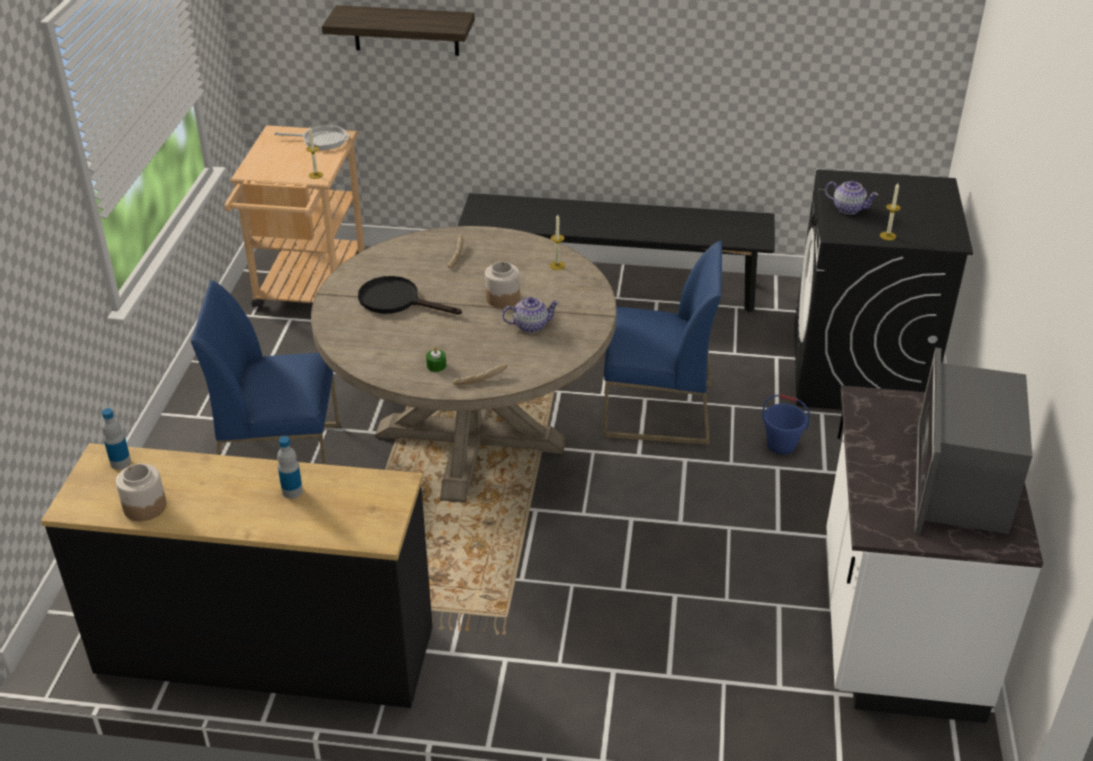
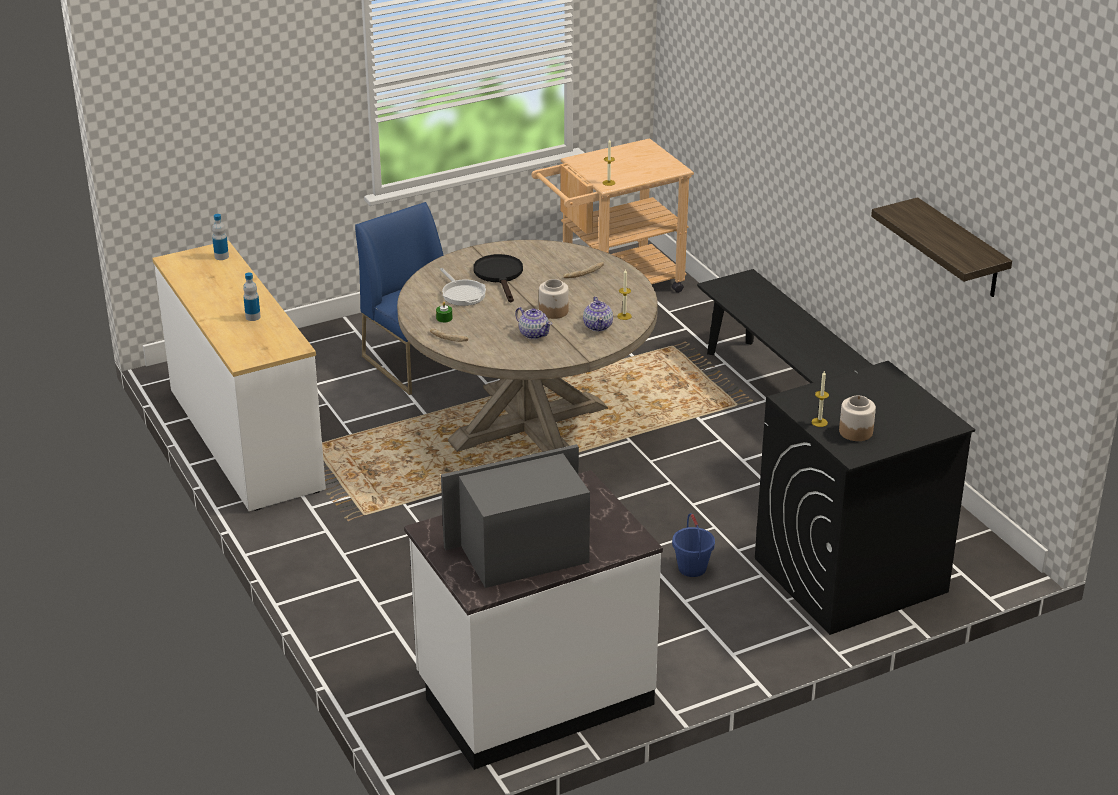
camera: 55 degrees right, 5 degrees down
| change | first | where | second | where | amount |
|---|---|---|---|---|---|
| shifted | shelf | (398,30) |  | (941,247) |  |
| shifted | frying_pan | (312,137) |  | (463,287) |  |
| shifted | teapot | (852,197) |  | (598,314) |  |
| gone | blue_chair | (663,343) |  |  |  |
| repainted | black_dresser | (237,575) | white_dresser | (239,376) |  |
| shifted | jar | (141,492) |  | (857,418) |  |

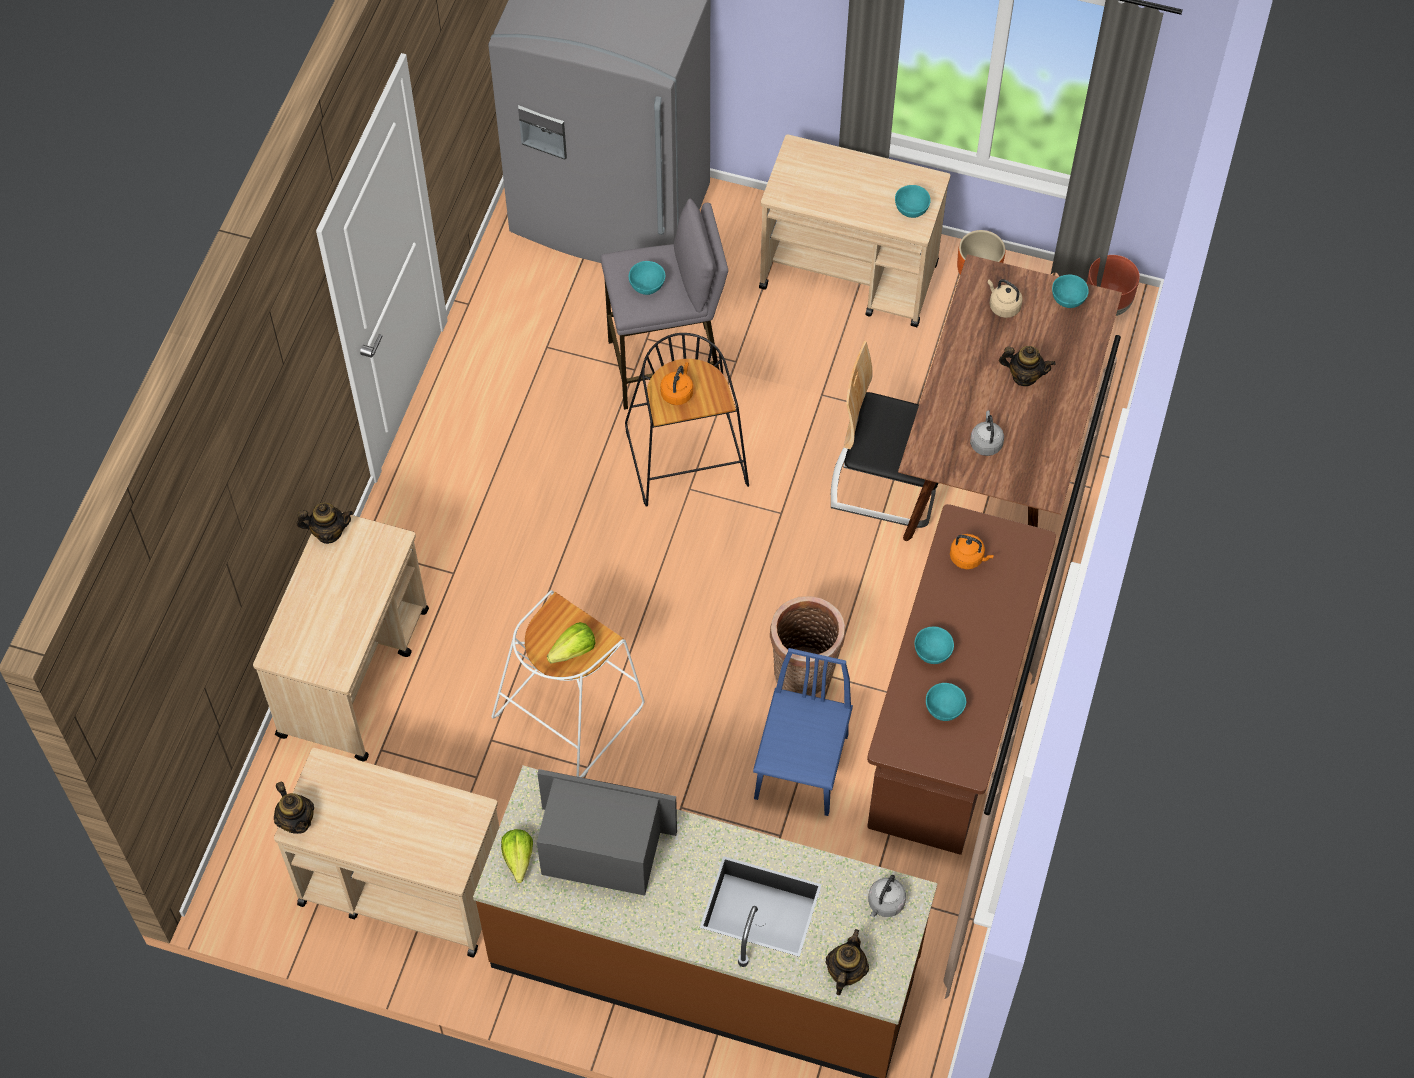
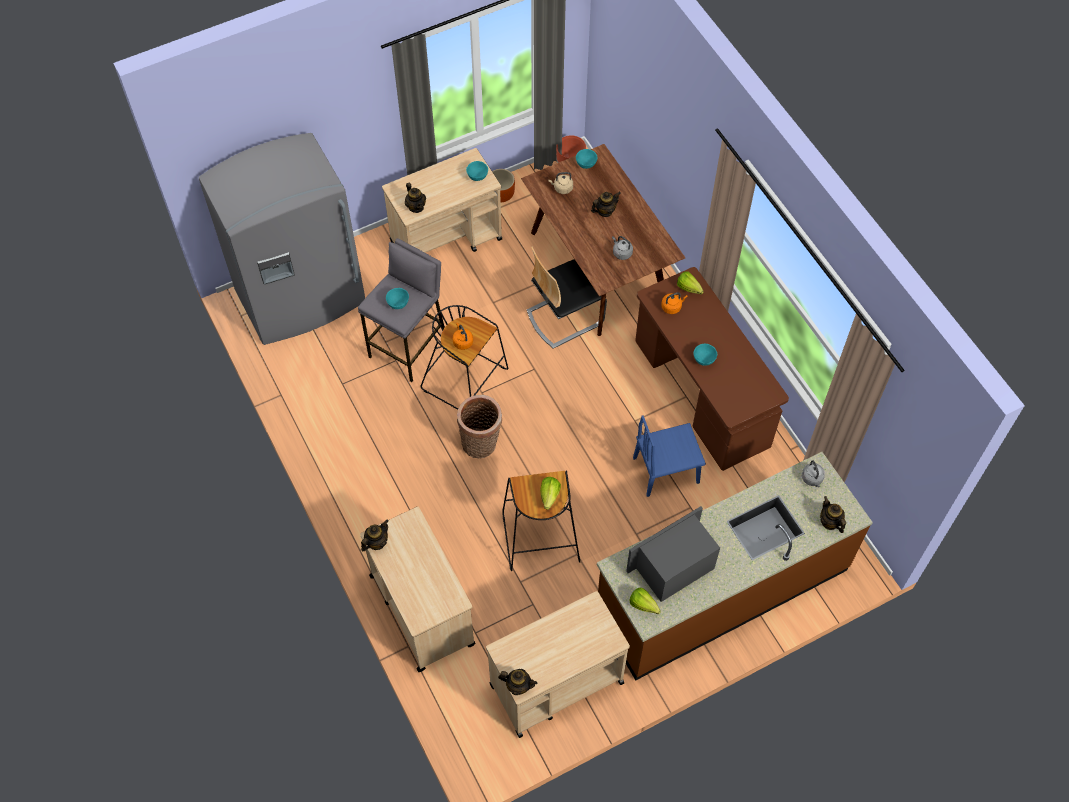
camera: 45 degrees left, 0 degrees up
| change | first | where | second | where | amount |
|---|---|---|---|---|---|
| repainted | white_stool | (567,684) | black_stool | (541,521) |  |
| shifted | basket | (807,646) |  | (479,426) |  |
| rotated | blue_chair | (803,732) |  | (669,456) | 75 degrees counterclockwise |
| gone | turquoise_bowl | (946,702) |  |  |  |
| new |  |  | teapot | (415,197) |  |
| new |  |  | lettuce | (690,283) |  |

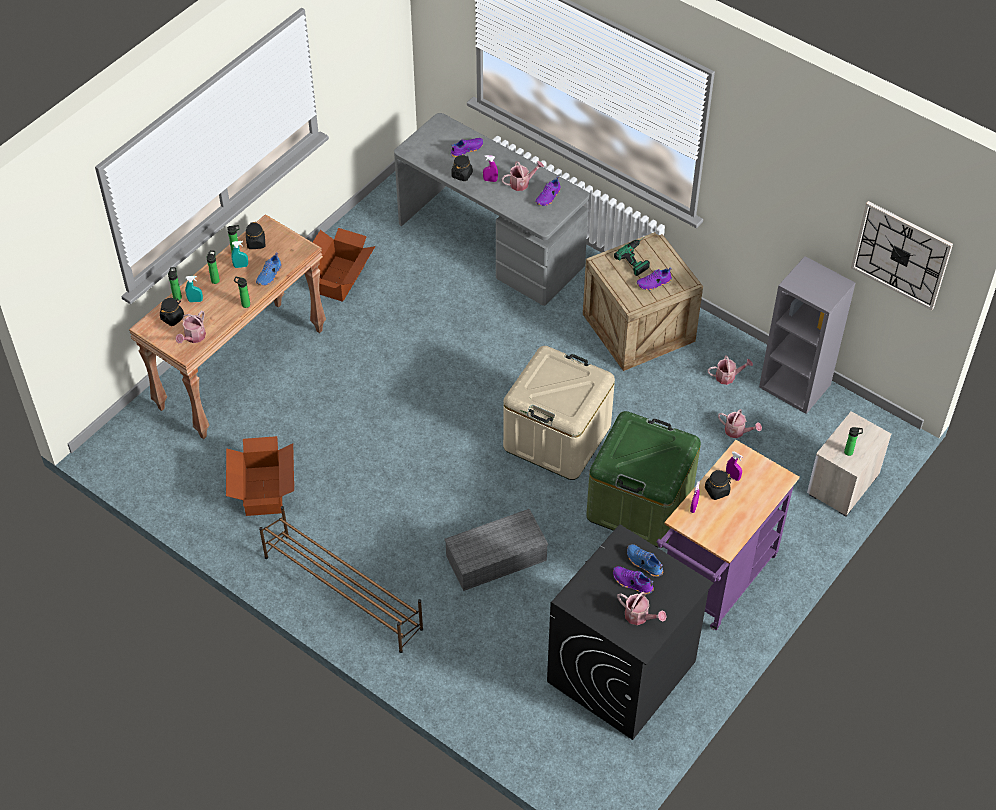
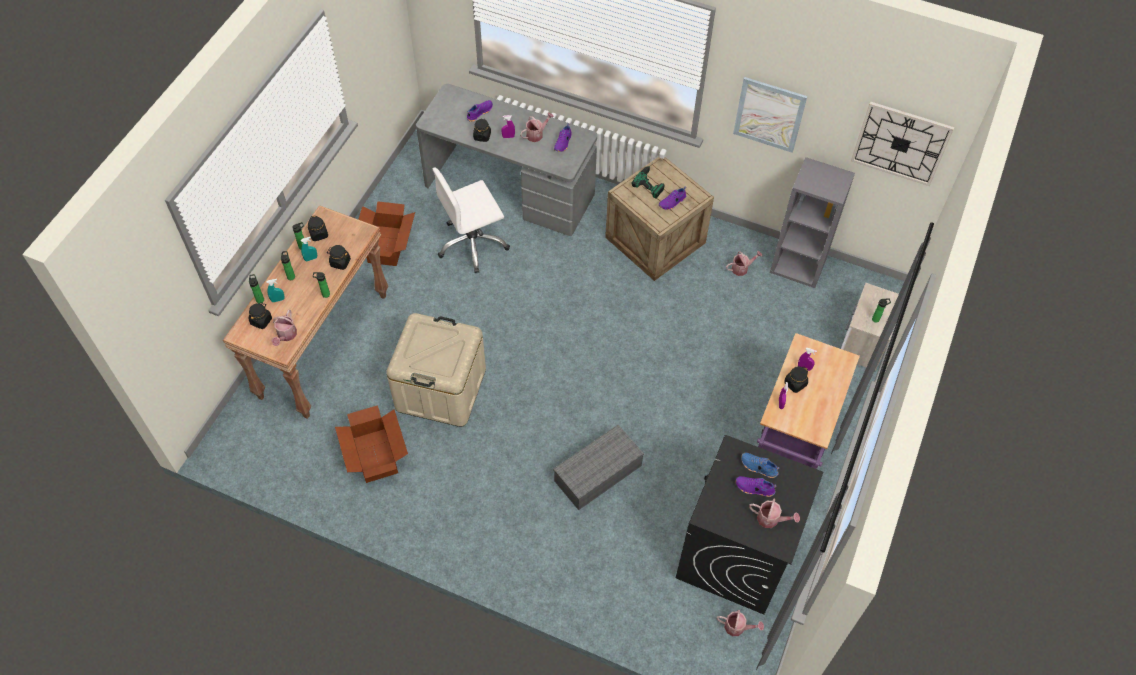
camera: 15 degrees left, 5 degrees up
| change | first | where | second | where | amount |
|---|---|---|---|---|---|
| swapped | blue_shoe | (269,269) | black_jar | (339,257) |  |
| shifted | beige_storage_box | (559,413) |  | (436,370) |  |
| shifted | watering_can | (740,423) |  | (740,623) |  |
| gone | green_storage_box | (643,479) |  |  |  |
| gone | brown_shoe_rack | (341,579) |  |  |  |
| new |  |  | picture | (770,115) |  |
| new |  |  | white_office_chair | (471,220) |  |

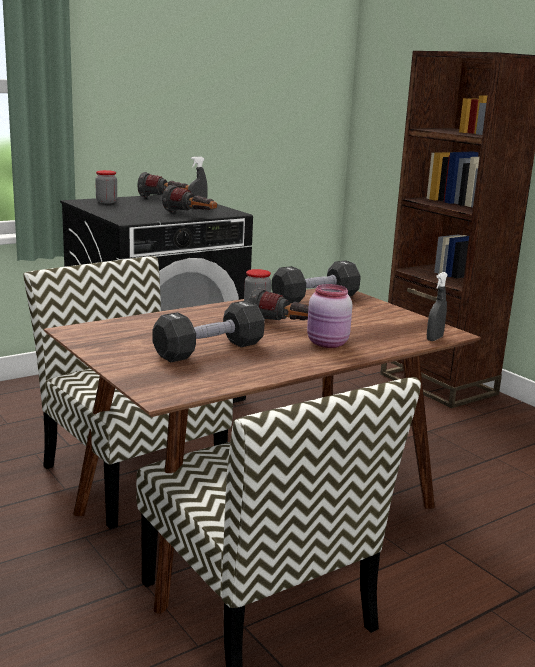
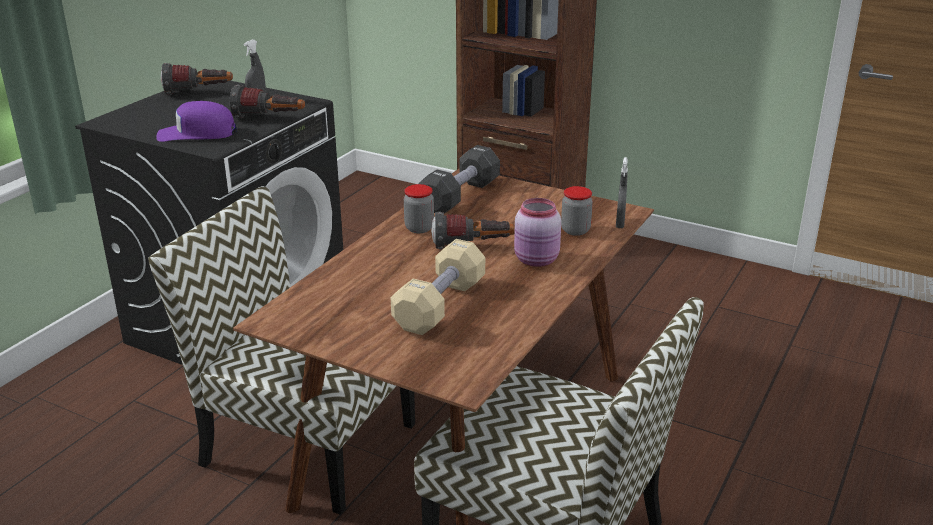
camera: 25 degrees left, 10 degrees up
| change | first | where | second | where | amount |
|---|---|---|---|---|---|
| shifted | jar | (106,186) |  | (577,211) |  |
| repainted | black_dumbbell | (208,331) | beige_dumbbell | (438,287) |  |
| new |  |  | purple_cap | (196,121) |  |

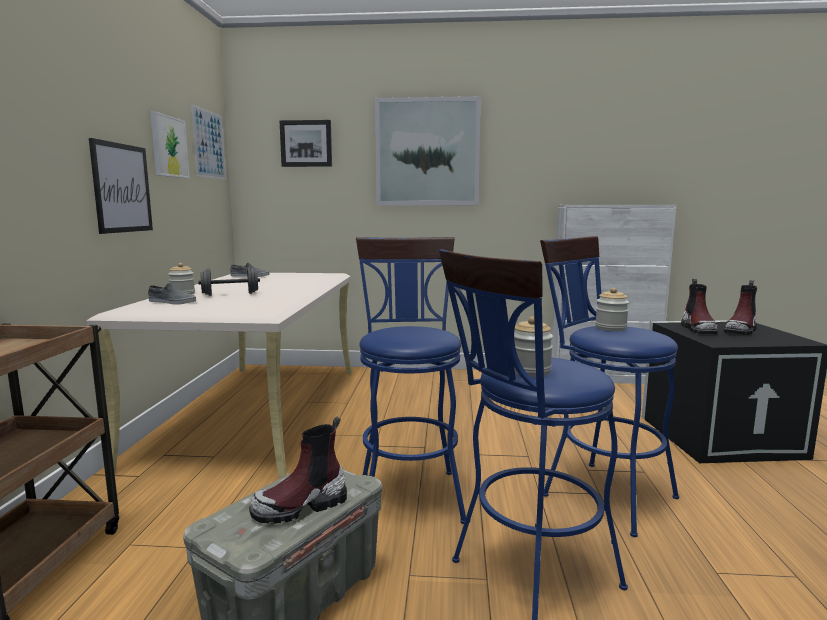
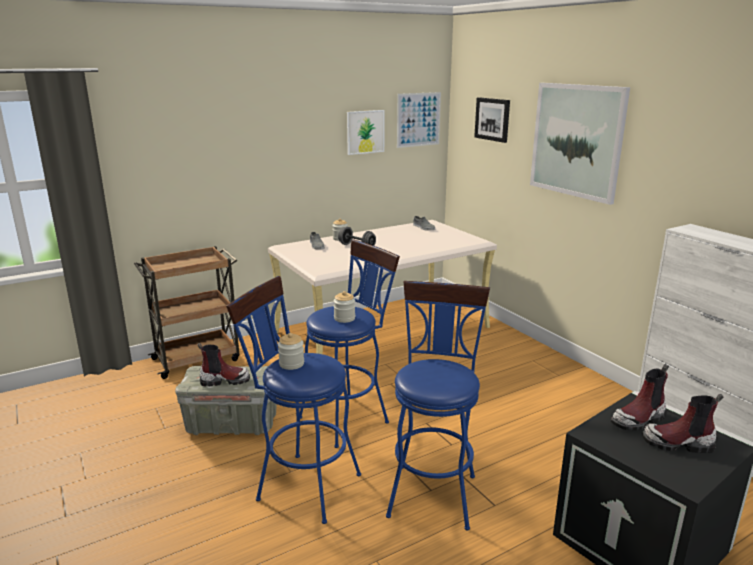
camera: 55 degrees right, 10 degrees up
| change | first | where | second | where | amount |
|---|---|---|---|---|---|
| gone | picture | (121,186) |  |  |  |
| shifted | jar | (612,309) |  | (344,307) |  |
| rotated | boot | (298,470) |  | (223,365) | 150 degrees clockwise |

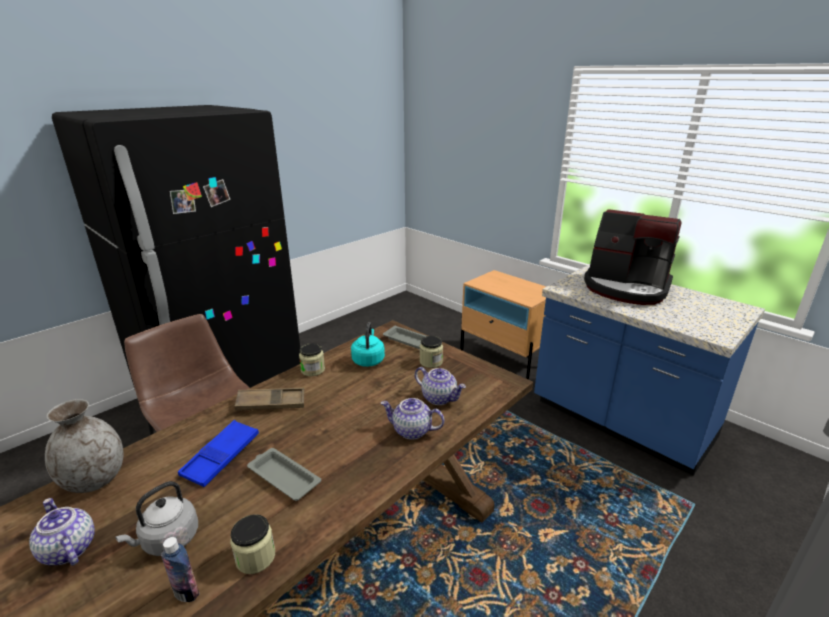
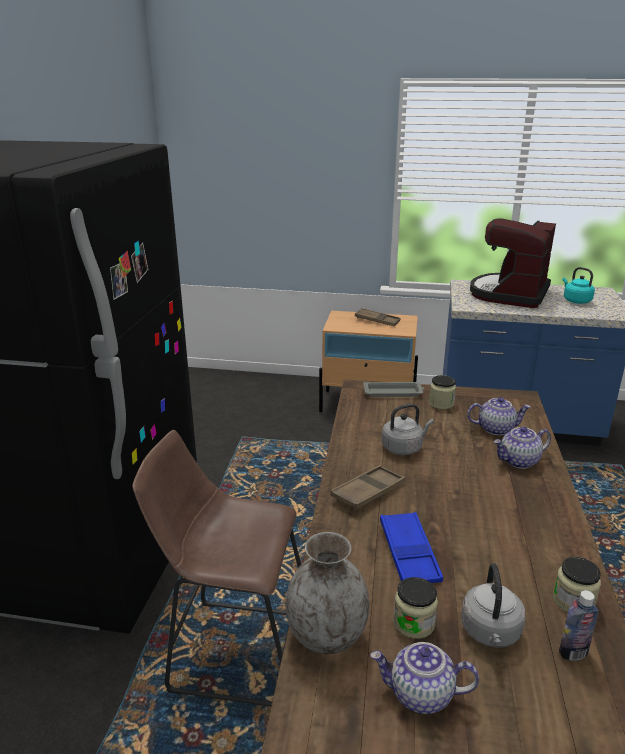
camera: 35 degrees left, 0 degrees up
| change | first | where | second | where | amount |
|---|---|---|---|---|---|
| rotated | coffee_machine | (632,257) |  | (513,263) | 120 degrees clockwise |
| shifted | turquoise_kettle | (368,344) |  | (579,285) |  |
| shifted | jar | (312,359) |  | (415,608) |  |
| gone | grey_tray | (284,474) |  |  |  |
| new |  |  | brown_tray | (377,317) |  |
| new |  |  | grey_kettle | (408,429) |  |

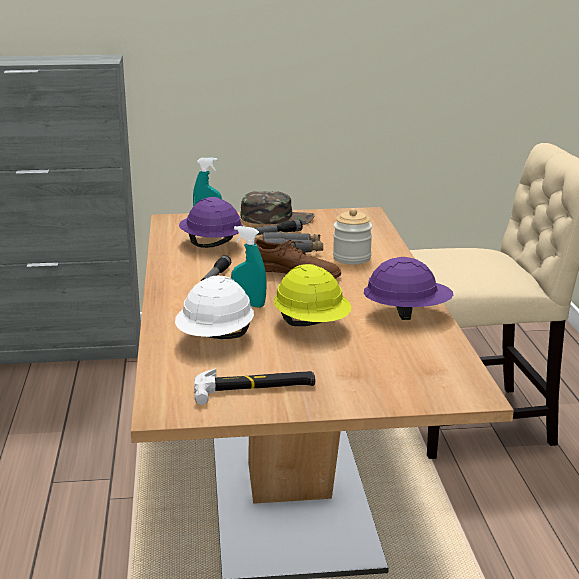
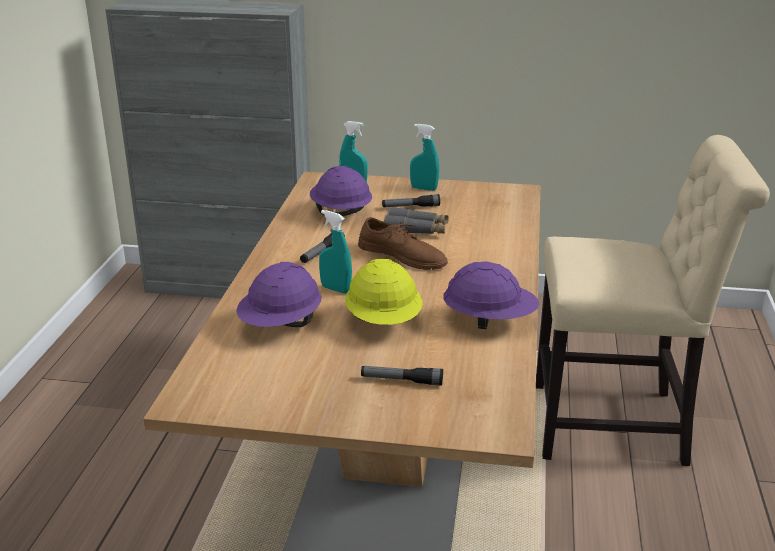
camera: 15 degrees right, 5 degrees up
| change | first | where | second | where | amount |
|---|---|---|---|---|---|
| swapped | green_cap | (277,208) | turquoise_spray_bottle | (424,157) |  |
| gone | jar | (352,236) |  |  |  |
| repainted | white_hard_hat | (214,307) | purple_hard_hat | (278,294) |  |
| gone | hammer | (254,386) |  |  |  |
| new |  |  | flashlight | (402,376) |  |

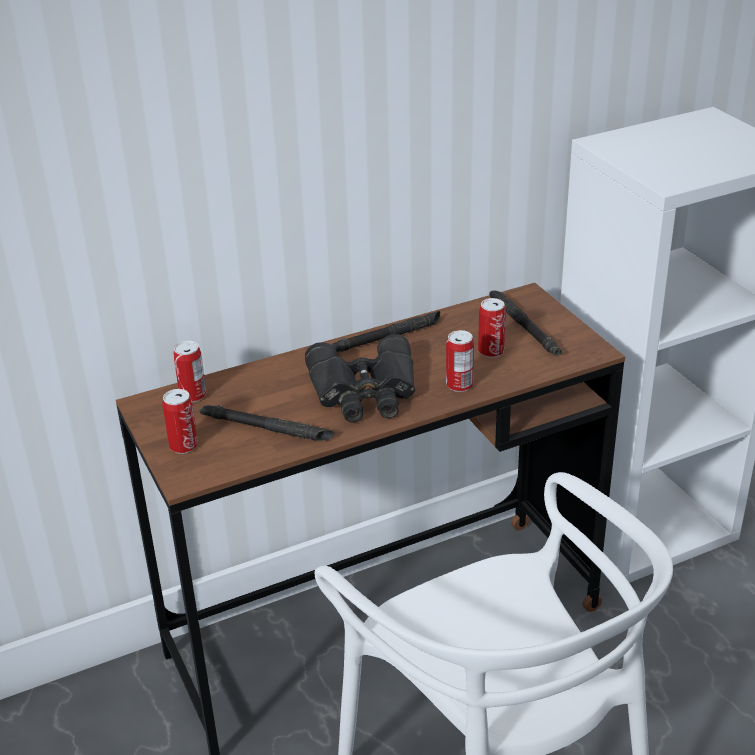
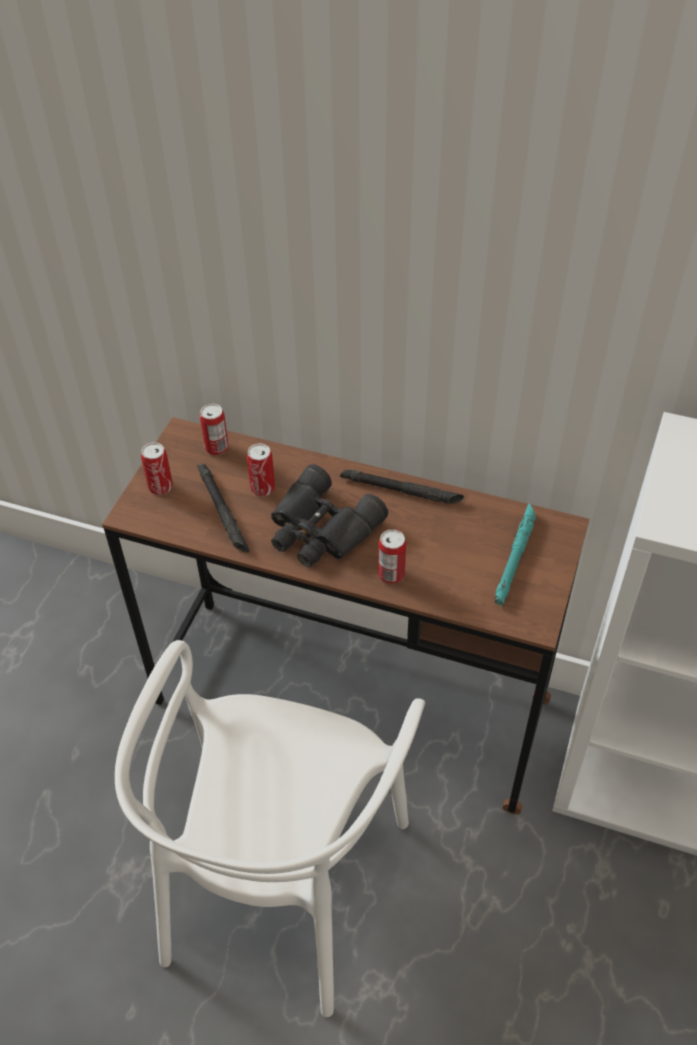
camera: 45 degrees right, 15 degrees up
| change | first | where | second | where | amount |
|---|---|---|---|---|---|
| repainted | black_flashlight | (526,323) | turquoise_flashlight | (515,555) |  |
| shifted | can | (492,328) |  | (261,469) |  |

